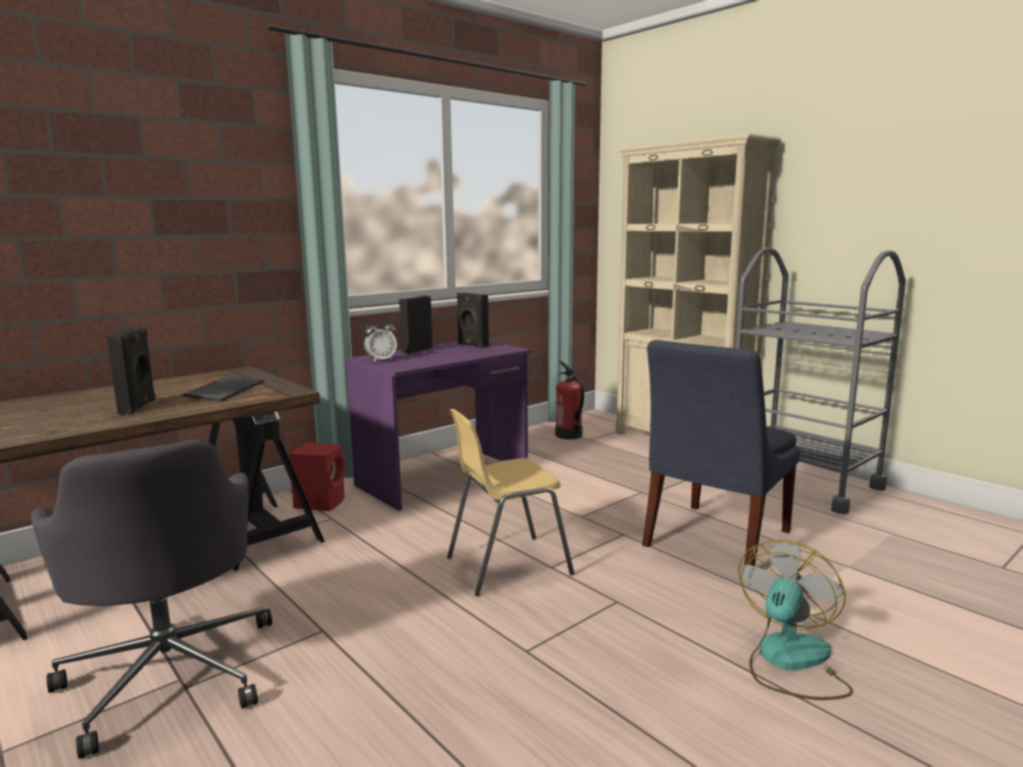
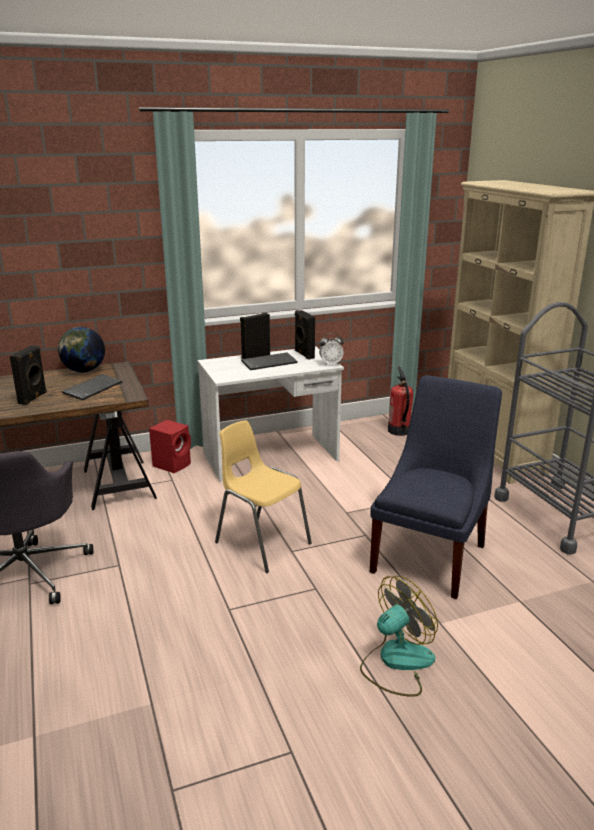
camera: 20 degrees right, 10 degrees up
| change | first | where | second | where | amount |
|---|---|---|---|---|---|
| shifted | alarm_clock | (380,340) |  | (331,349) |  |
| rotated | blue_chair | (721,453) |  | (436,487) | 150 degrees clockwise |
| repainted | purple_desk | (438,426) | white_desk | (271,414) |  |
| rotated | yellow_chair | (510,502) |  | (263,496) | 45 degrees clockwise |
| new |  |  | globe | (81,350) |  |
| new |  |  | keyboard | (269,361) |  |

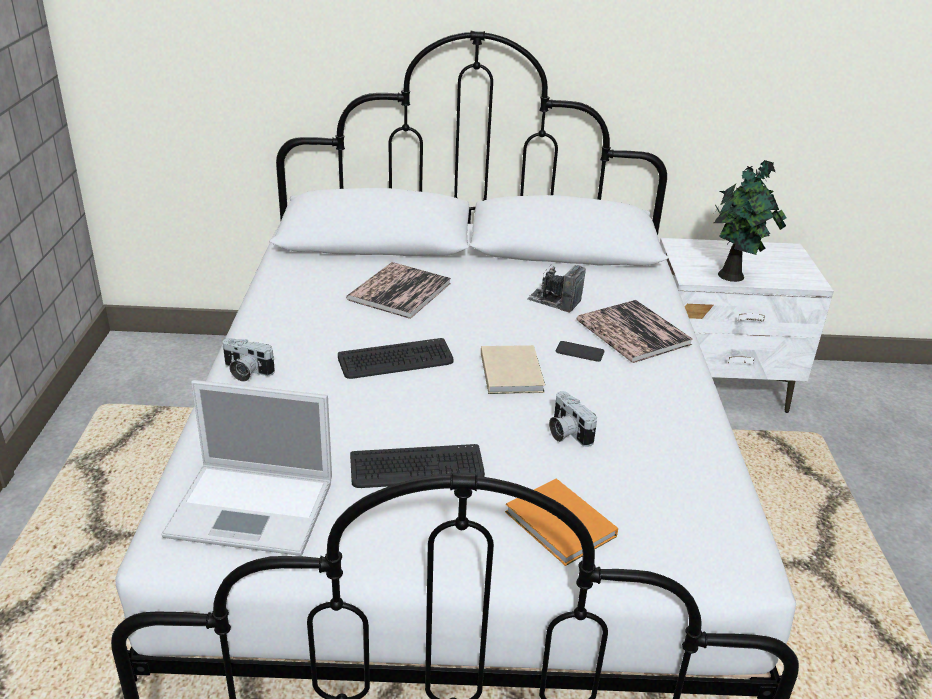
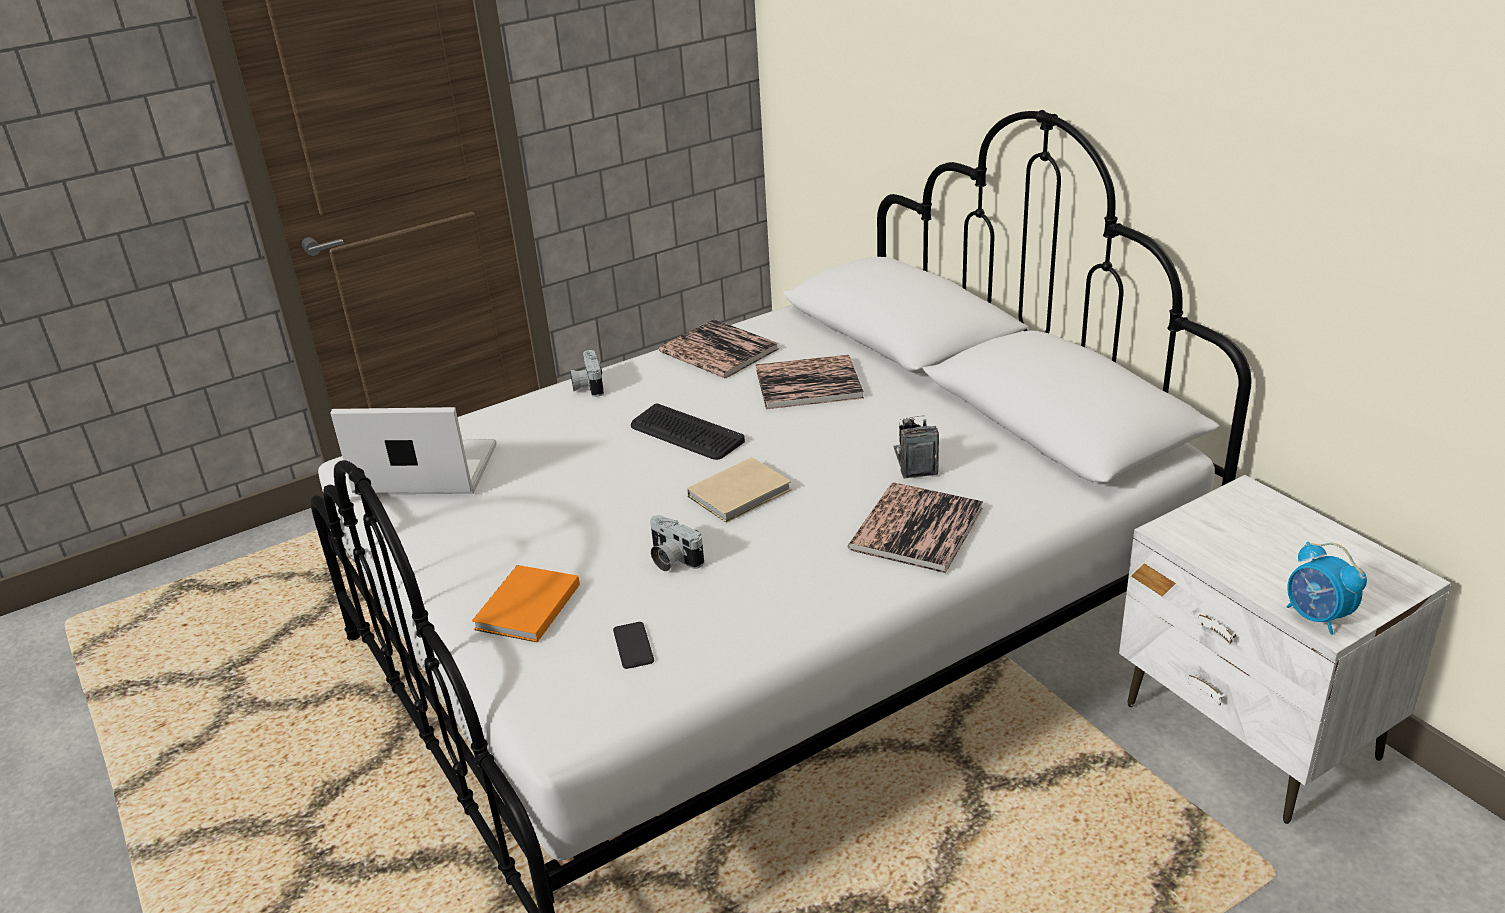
camera: 60 degrees right, 0 degrees up
| change | first | where | second | where | amount |
|---|---|---|---|---|---|
| gone | potted_plant | (749,221) |  |  |  |
| shifted | phone | (580,351) |  | (633,645) |  |
| rotated | laptop | (246,468) |  | (413,451) | 120 degrees clockwise |
| rotated | photo_camera | (573,419) |  | (677,543) | 75 degrees counterclockwise |
| gone | keyboard | (417,466) |  |  |  |
| new |  |  | book | (718,348) |  |
| new |  |  | alarm_clock | (1326,588) |  |

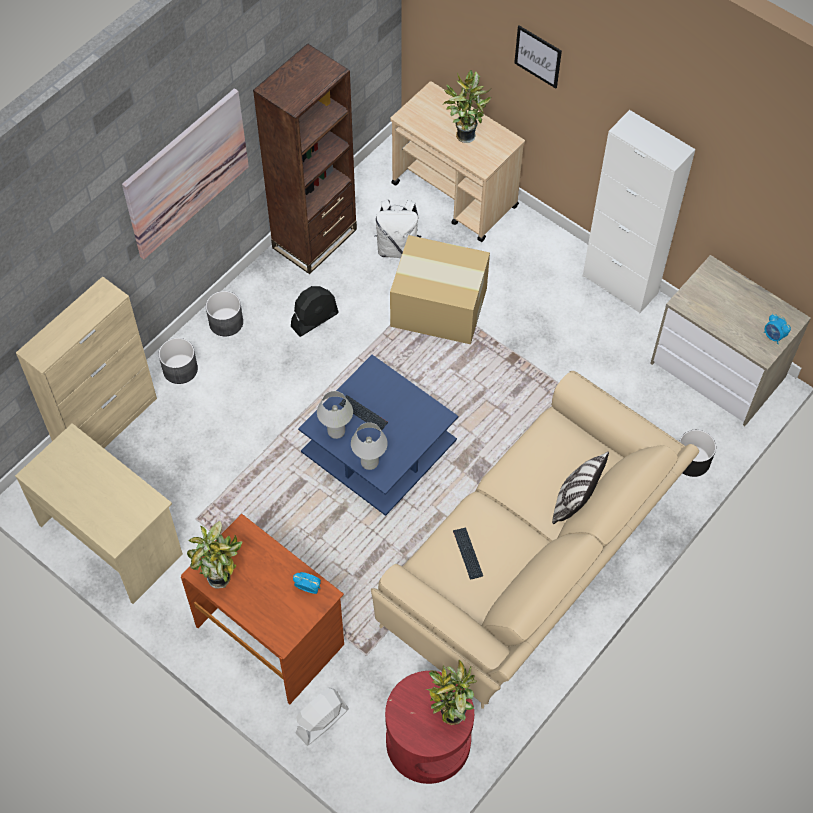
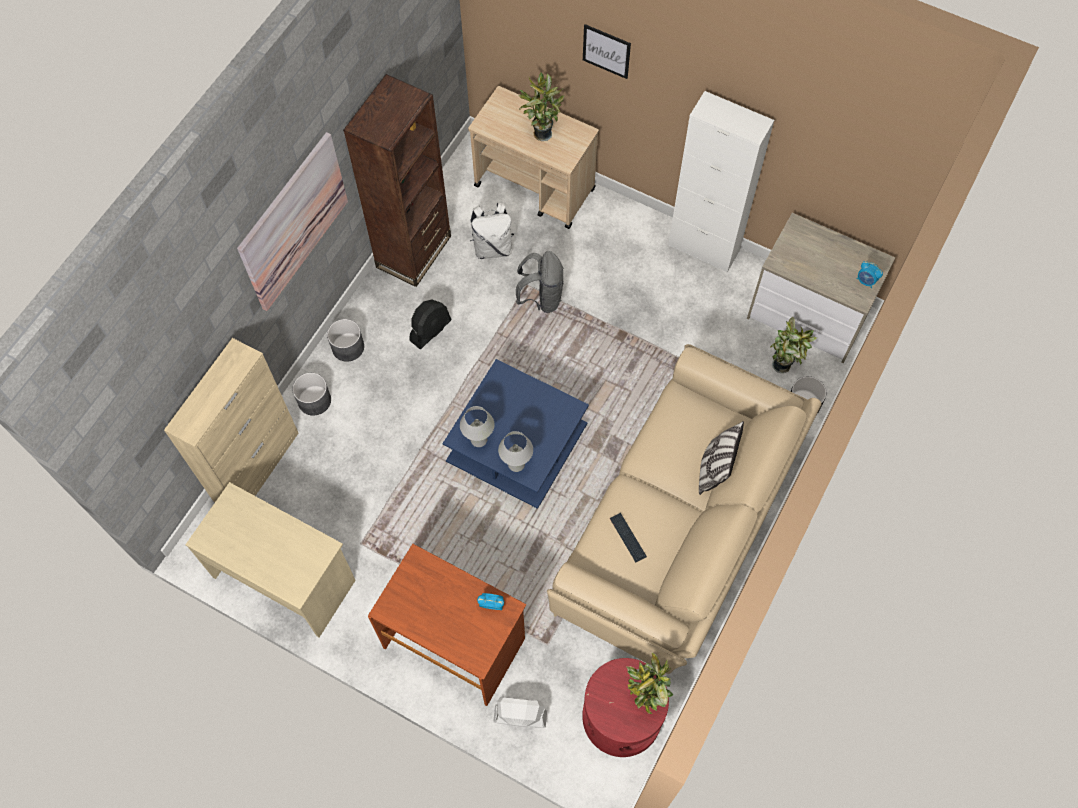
camera: 10 degrees left, 5 degrees up
| change | first | where | second | where | amount |
|---|---|---|---|---|---|
| swapped | cardboard_box | (440,289) | grey_backpack | (540,282) |  |
| gone | keyboard | (363,413) |  |  |  |
| shifted | potted_plant | (214,555) |  | (793,345) |  |
| rotated | white_fan | (322,716) |  | (520,712) | 60 degrees clockwise |

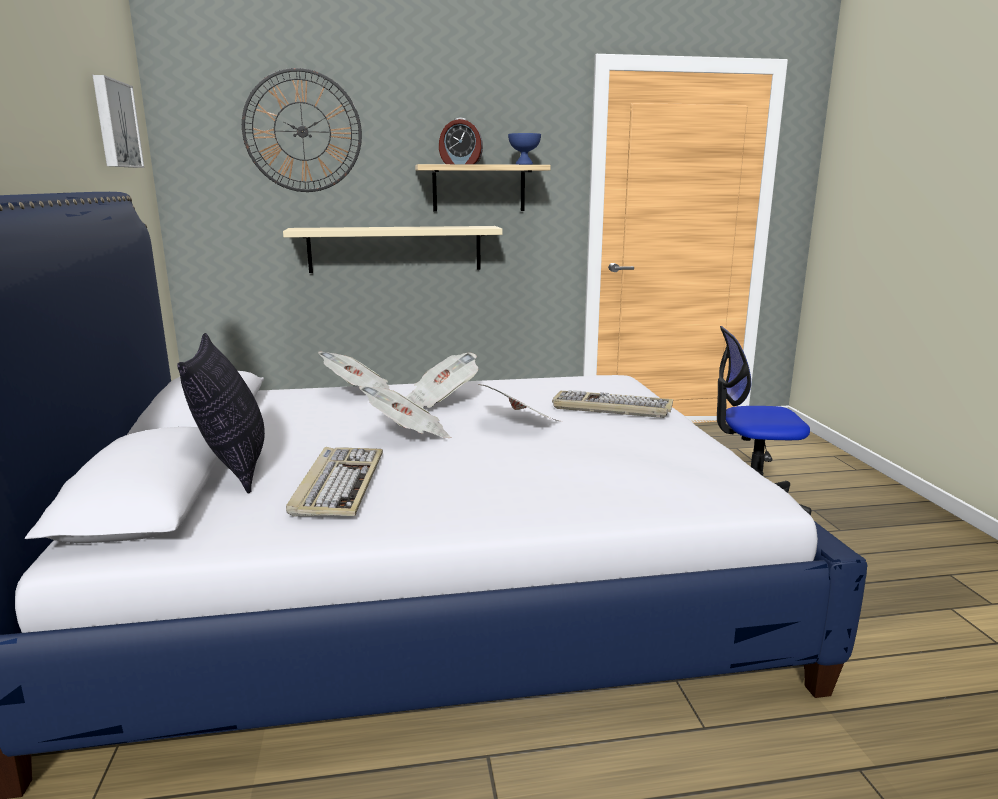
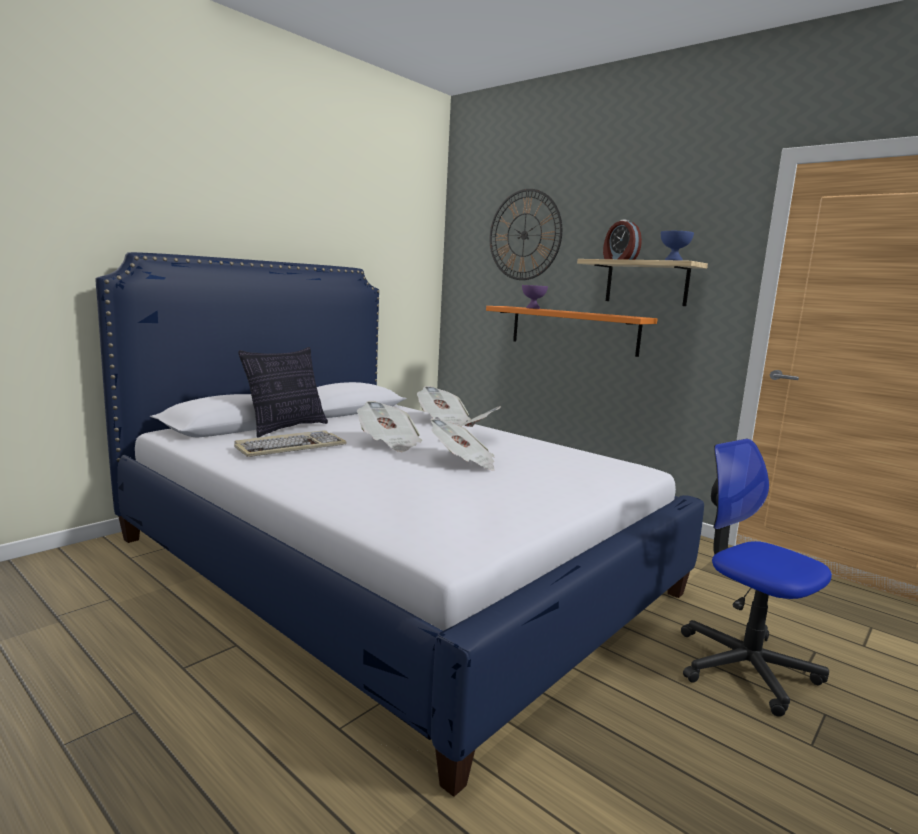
camera: 50 degrees right, 5 degrees down
| change | first | where | second | where | amount |
|---|---|---|---|---|---|
| gone | picture | (118,121) |  |  |  |
| repainted | beige_shelf | (393,249) | orange_shelf | (571,331) |  |
| gone | keyboard | (612,404) |  |  |  |
| new |  |  | purple_bowl | (535,297) |  |

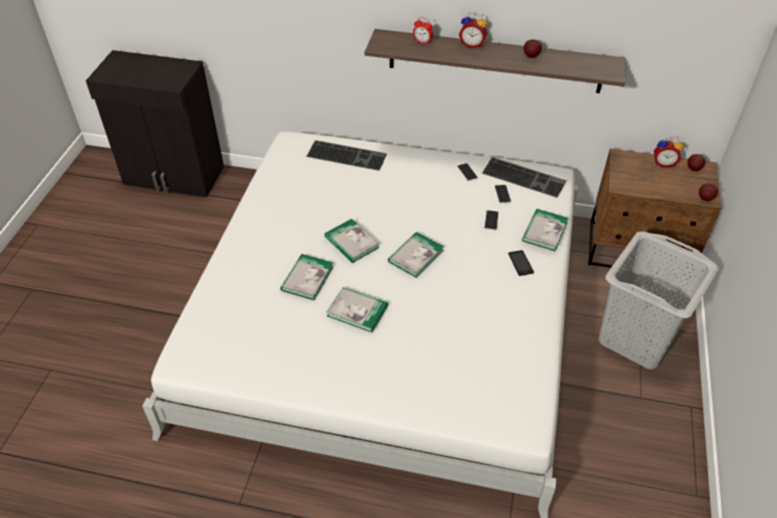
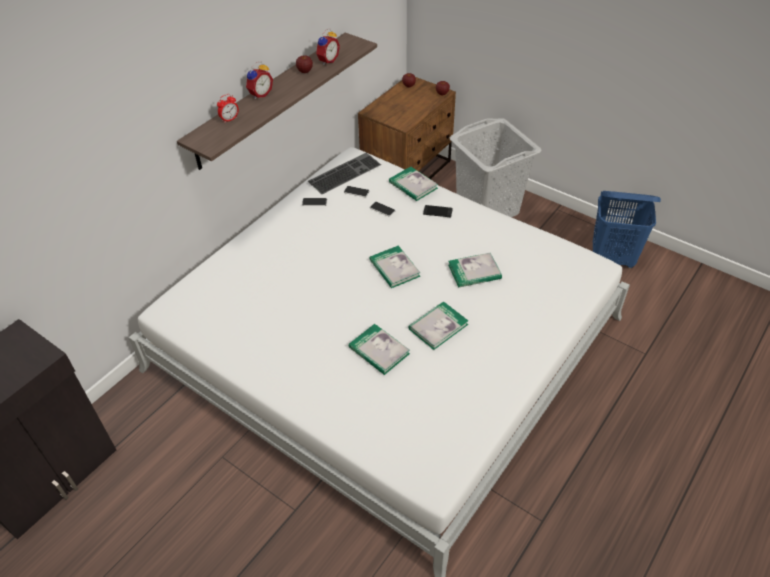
camera: 65 degrees left, 0 degrees up
| change | first | where | second | where | amount |
|---|---|---|---|---|---|
| shifted | alarm_clock | (668,152) |  | (328,46) |  |
| gone | keyboard | (346,155) |  |  |  |
| shifted | book | (352,241) |  | (475,270) |  |
| new |  |  | blue_laundry_basket | (627,229) |  |

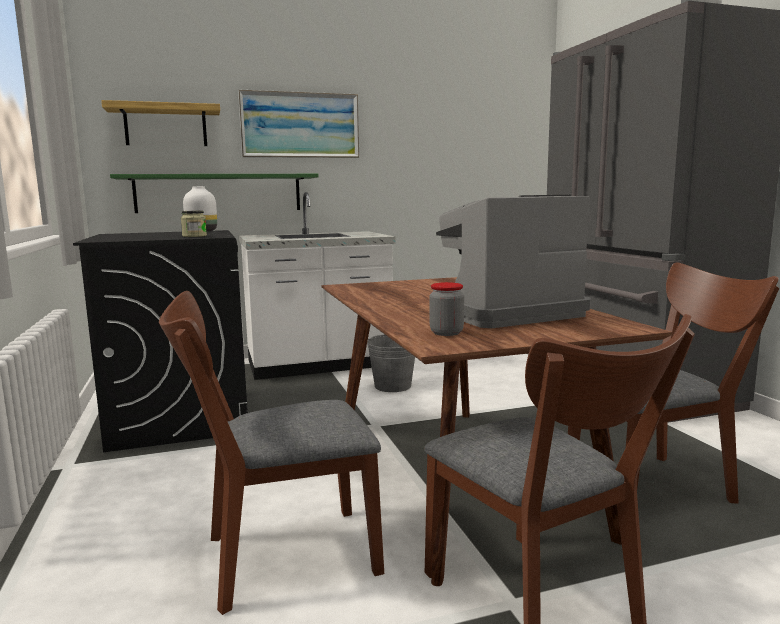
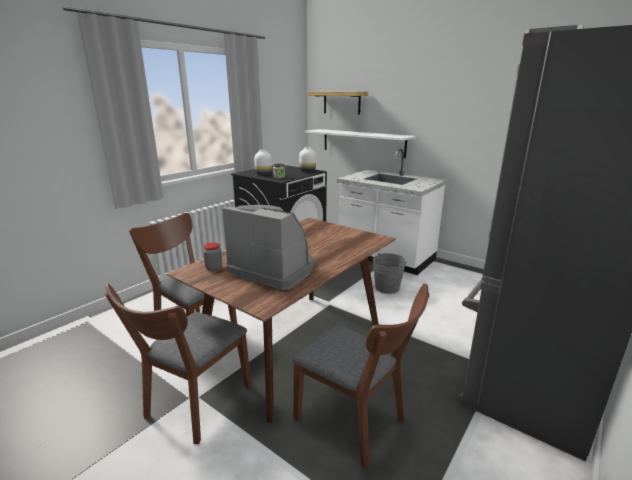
camera: 55 degrees right, 10 degrees up
| change | first | where | second | where | amount |
|---|---|---|---|---|---|
| gone | picture | (298,124) |  |  |  |
| repainted | green_shelf | (214,193) | white_shelf | (360,143) |  |
| new |  |  | white_vase | (263,162) |  |

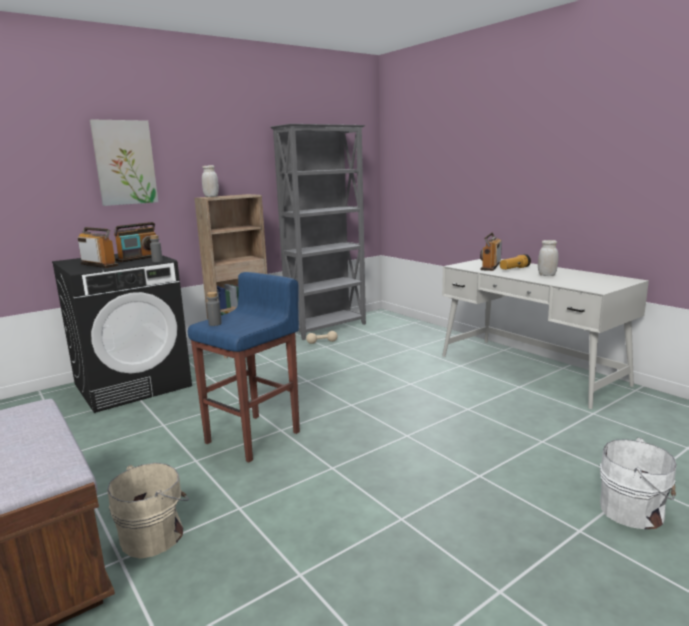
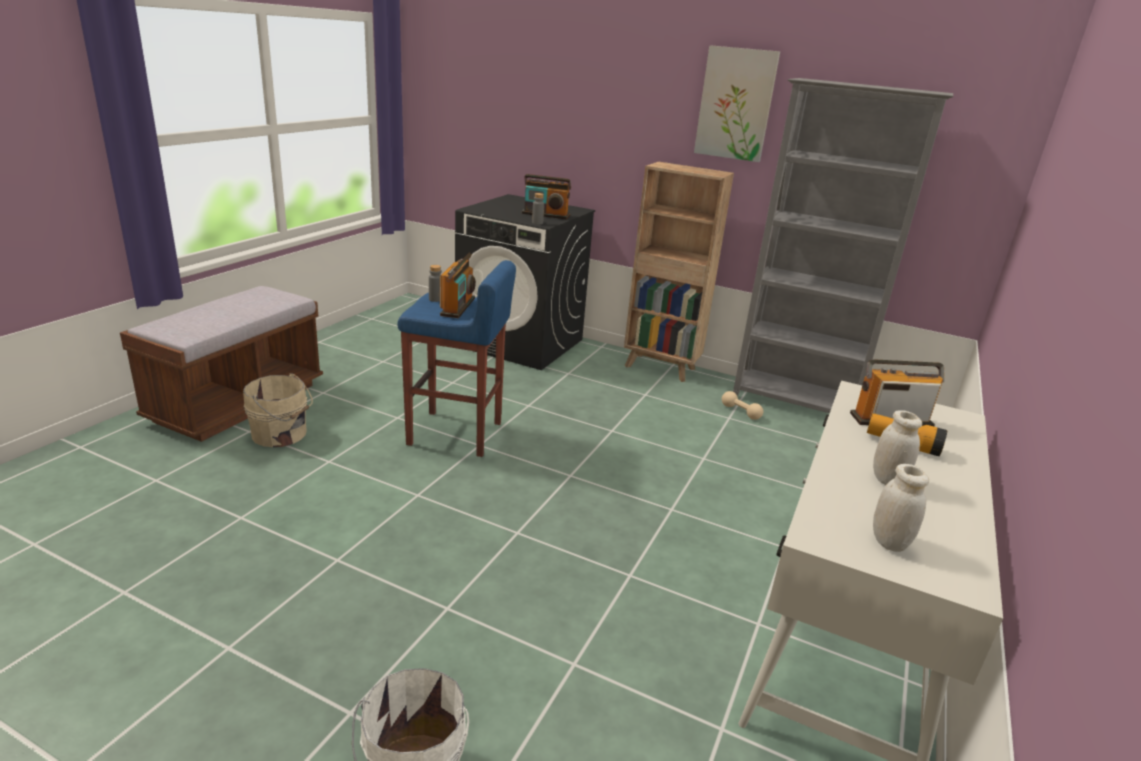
camera: 60 degrees right, 10 degrees up
| change | first | where | second | where | amount |
|---|---|---|---|---|---|
| shifted | picture | (124,162) |  | (737,103) |  |
| shifted | white_jar | (210,181) |  | (901,508) |  |
| shifted | radio | (98,247) |  | (458,285) |  |

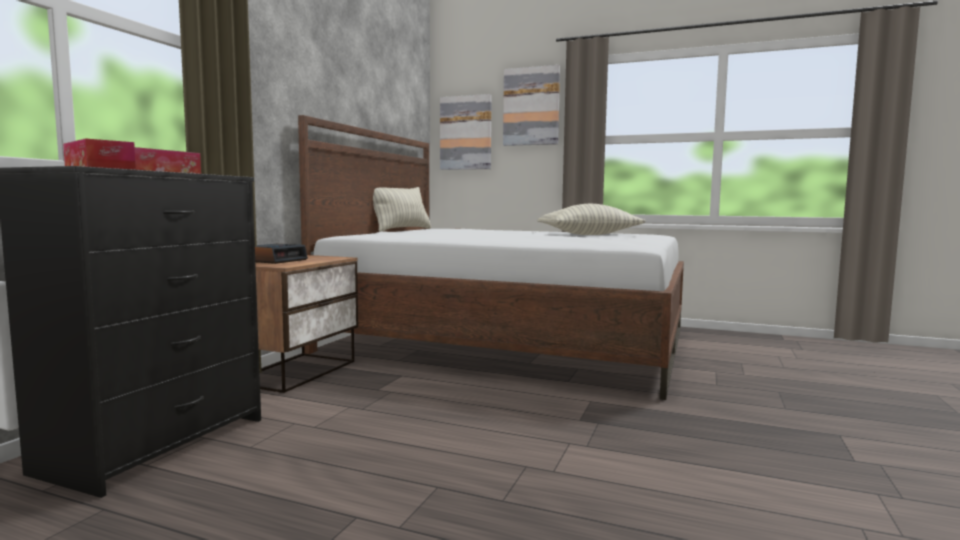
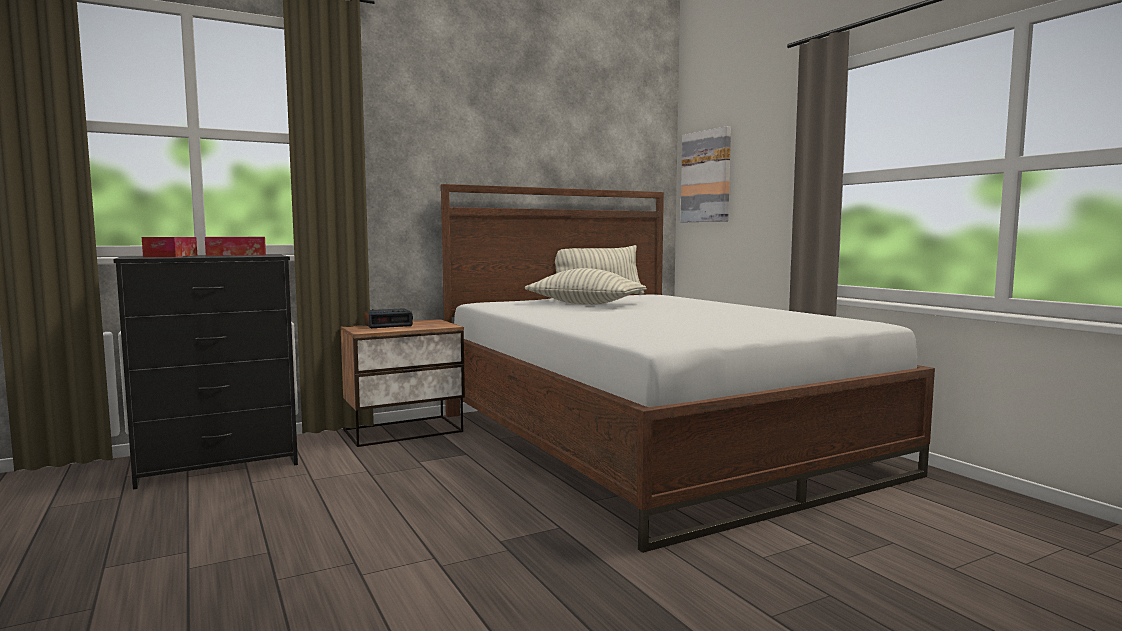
camera: 40 degrees right, 0 degrees up
| change | first | where | second | where | amount |
|---|---|---|---|---|---|
| gone | picture | (531,105) |  |  |  |
| shifted | pillow | (591,219) |  | (585,286) |  |

